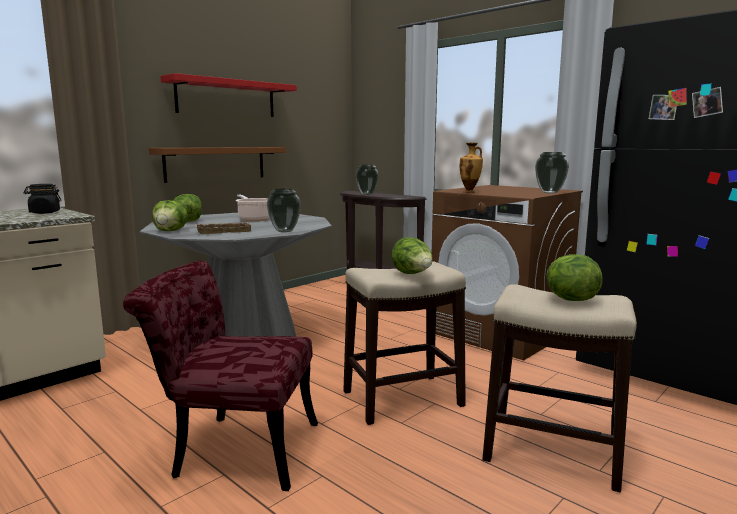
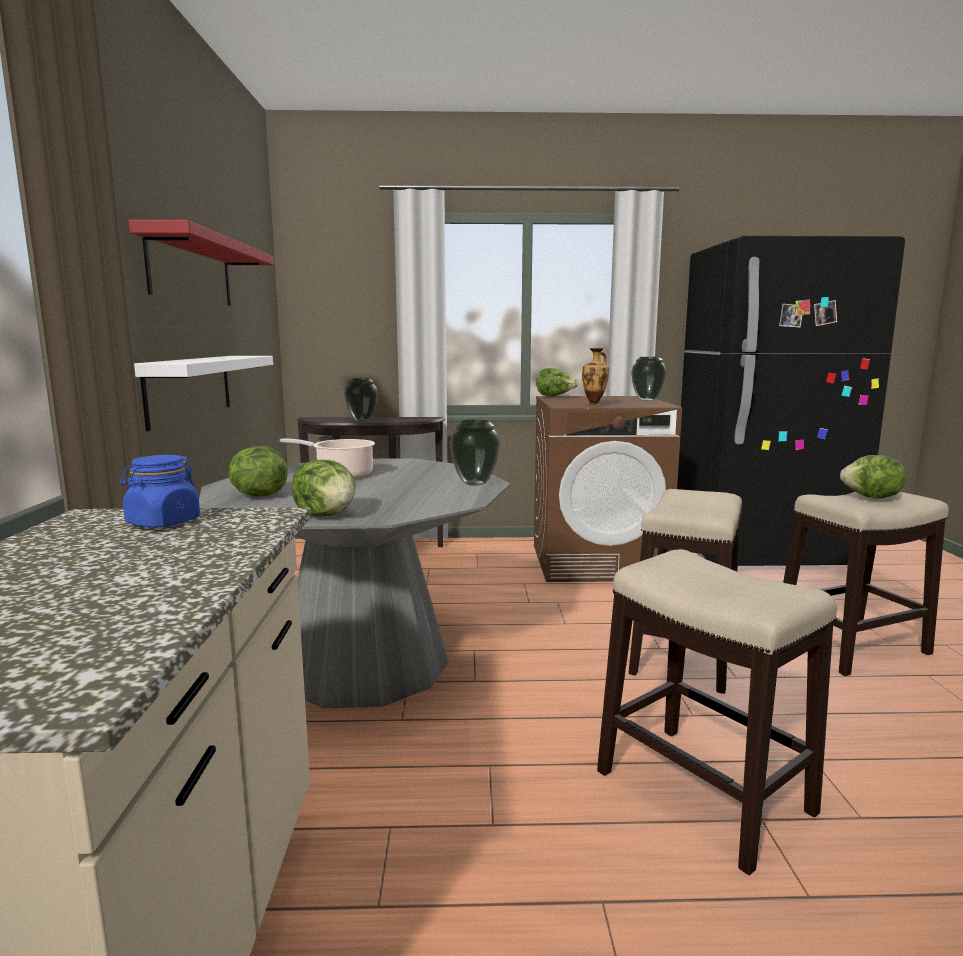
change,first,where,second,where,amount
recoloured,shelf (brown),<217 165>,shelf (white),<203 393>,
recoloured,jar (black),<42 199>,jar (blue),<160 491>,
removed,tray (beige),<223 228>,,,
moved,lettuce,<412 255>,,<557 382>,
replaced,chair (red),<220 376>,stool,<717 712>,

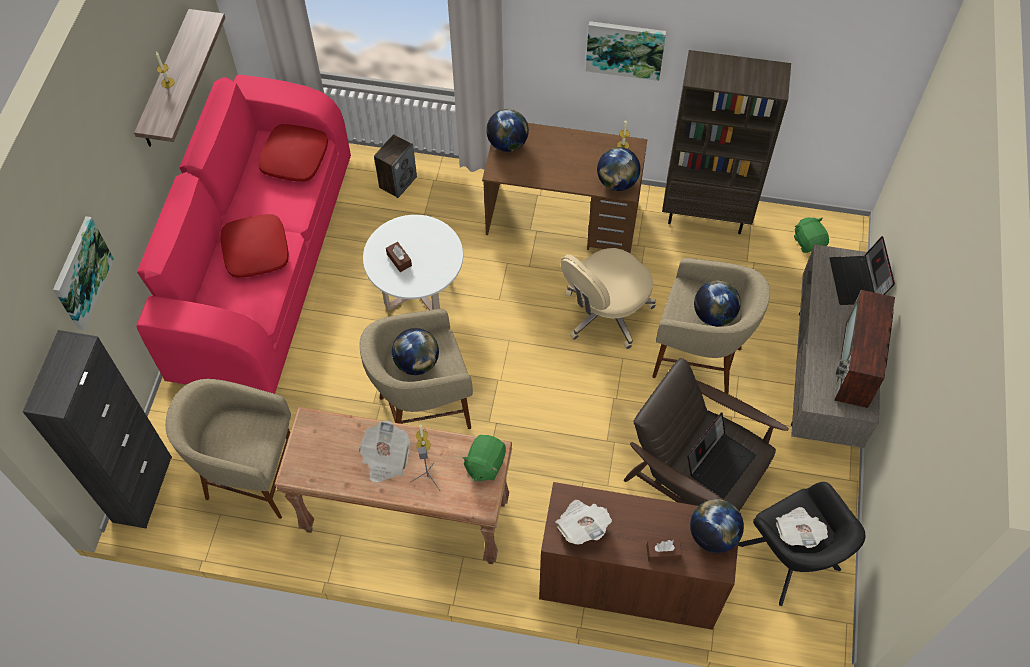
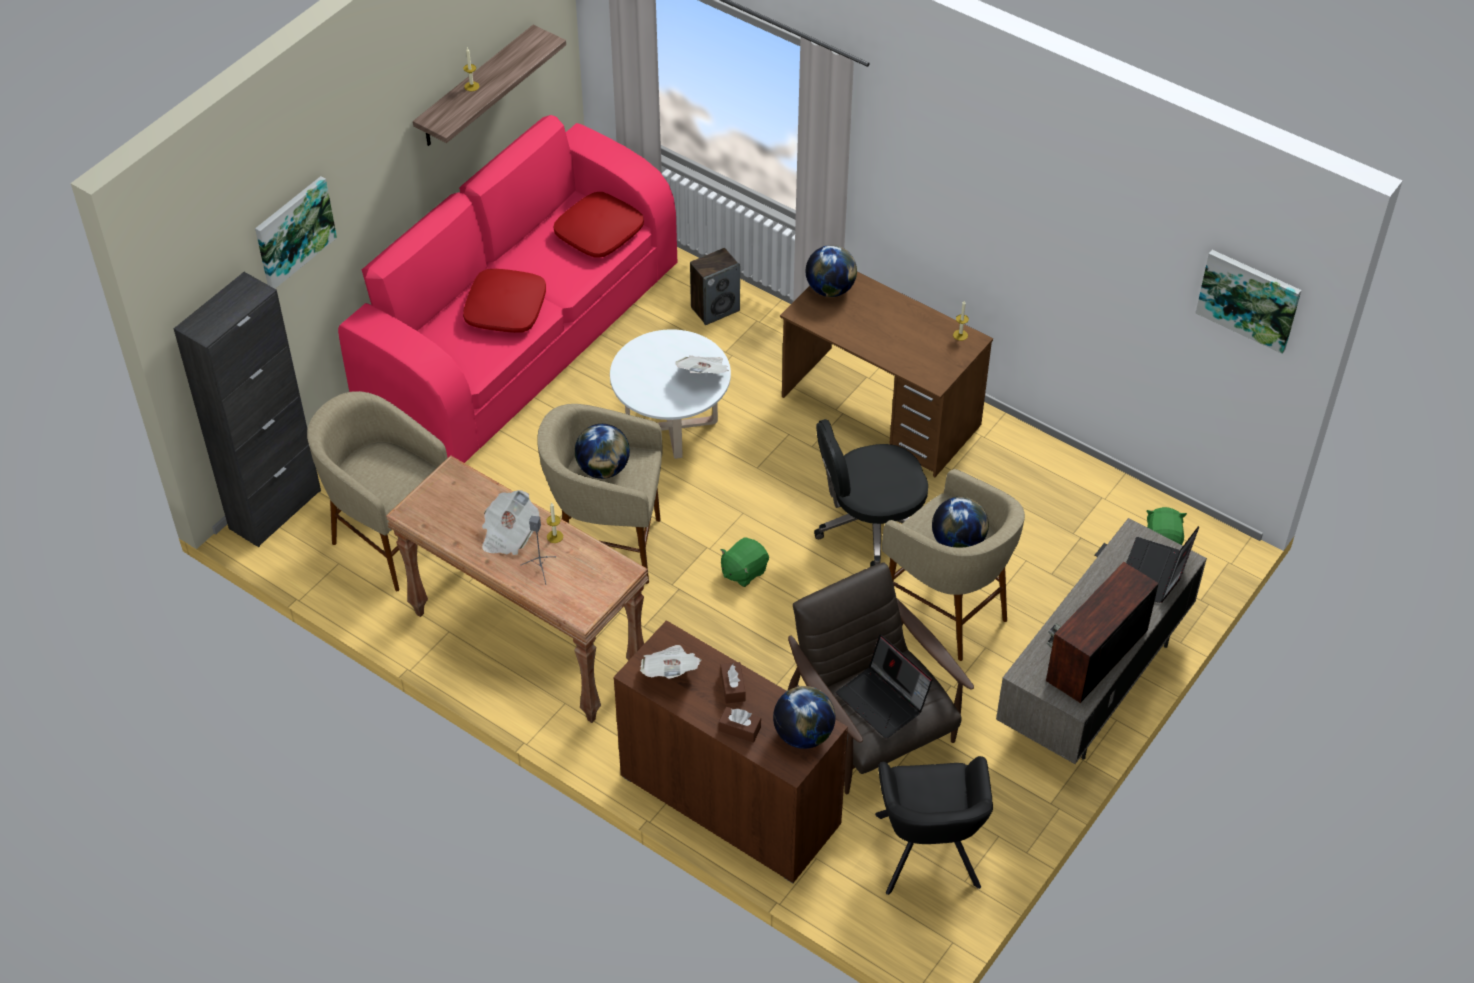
change,first,where,second,where,amount
moved,picture,<626 51>,,<1248 302>,
removed,bookcase (brown),<726 142>,,,
removed,globe,<618 169>,,,
moved,tissue box (brown),<399 257>,,<733 683>,
recoloured,office chair (beige),<608 298>,office chair (black),<871 493>,
turned,laptop,<721 456>,,<884 687>,75 degrees clockwise
moved,plush toy (green),<484 458>,,<744 562>,
moved,newspaper,<802 527>,,<702 364>,

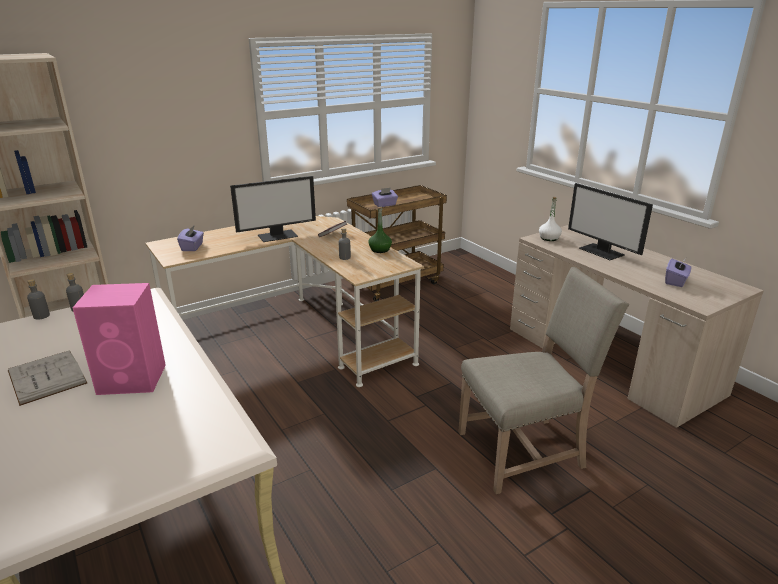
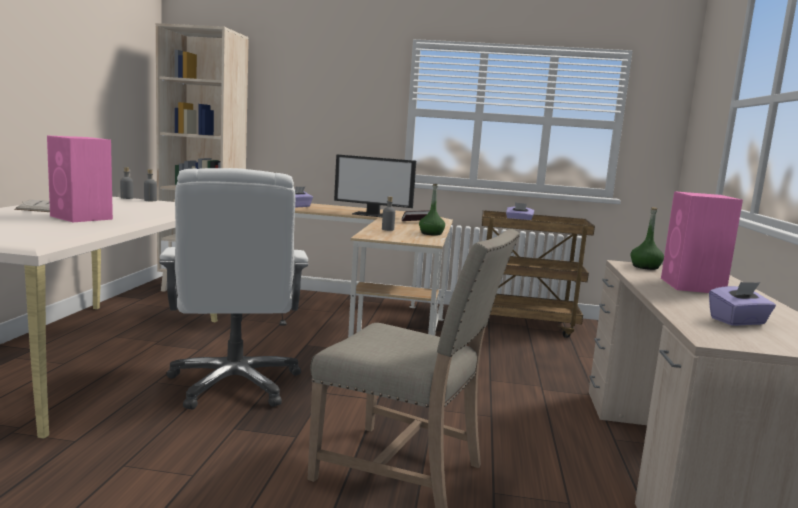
change,first,where,second,where,amount
replaced,monitor,<610 221>,speaker (pink),<702 242>,
recoloured,bottle (white),<550 219>,bottle (green),<647 238>,
added,,,office chair (white),<233 288>,

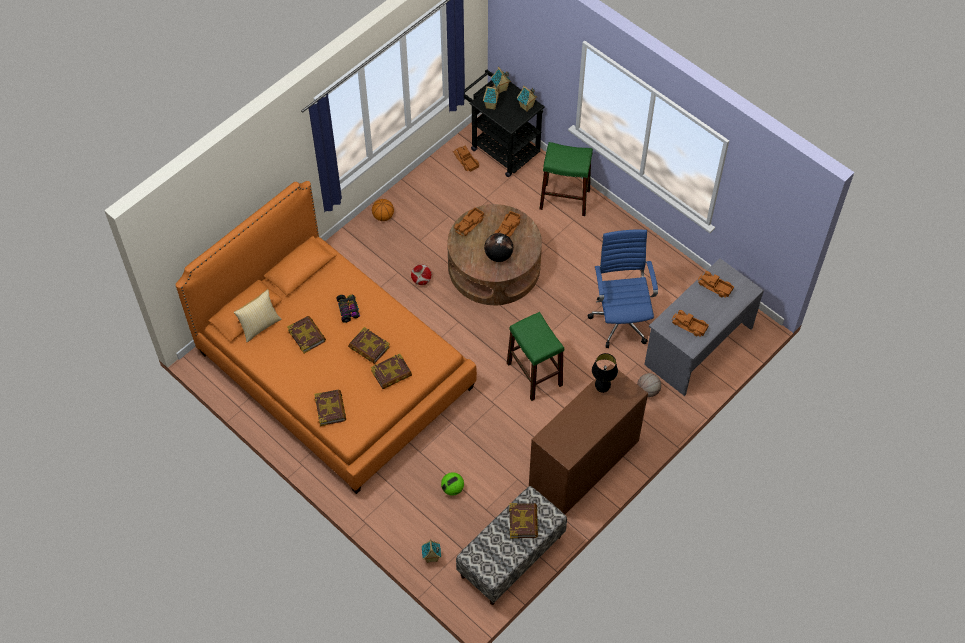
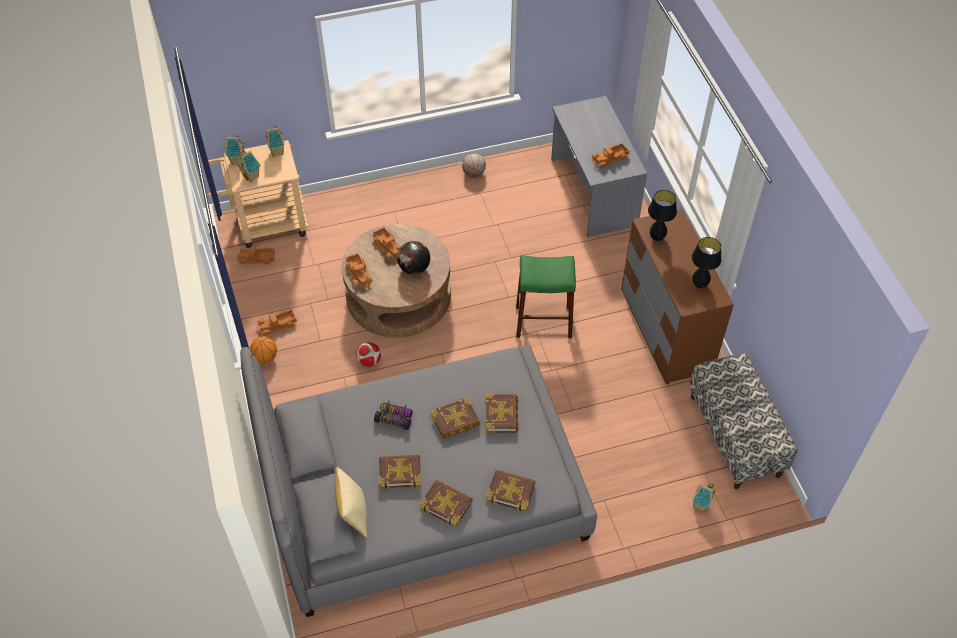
change,first,where,second,where,amount
recoloured,cart (black),<504 123>,cart (beige),<255 194>,
removed,stool (green),<566 179>,,,
recoloured,bed (orange),<326 337>,bed (grey),<418 481>,
removed,office chair (blue),<623 289>,,,
moved,toy truck,<716 284>,,<277 322>,
moved,basketball,<649 385>,,<474 165>,
removed,football,<452 484>,,,
moved,book,<523 520>,,<446 503>,
added,,,table lamp (black),<707 262>,

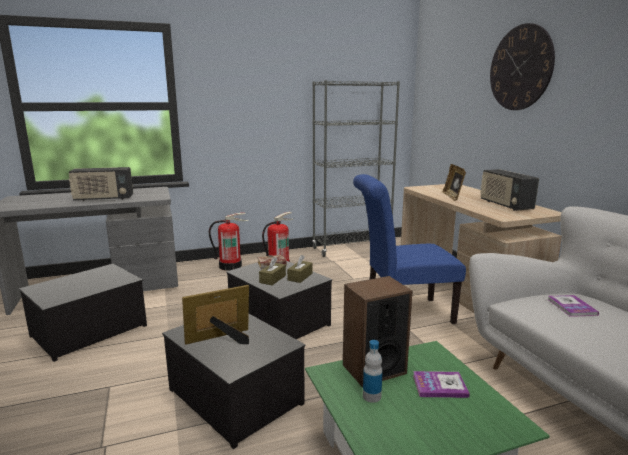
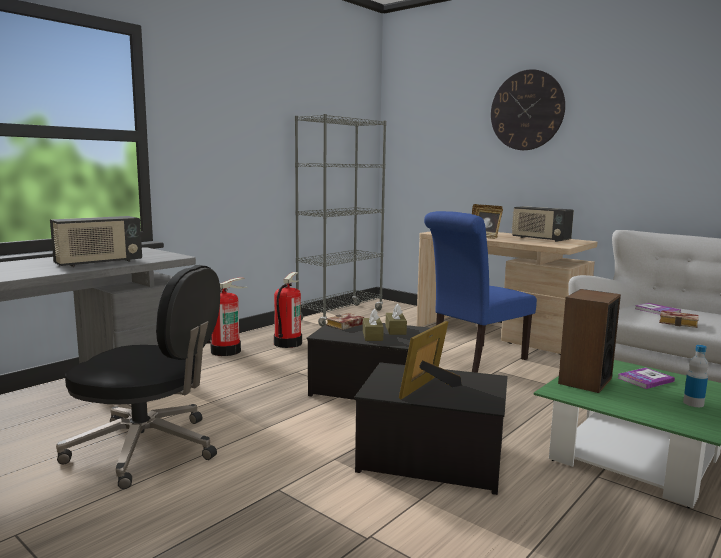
change,first,where,second,where,amount
replaced,storage box,<83 313>,office chair (black),<138 377>,
moved,bottle,<373 371>,,<695 376>,
added,,,book,<679 319>,

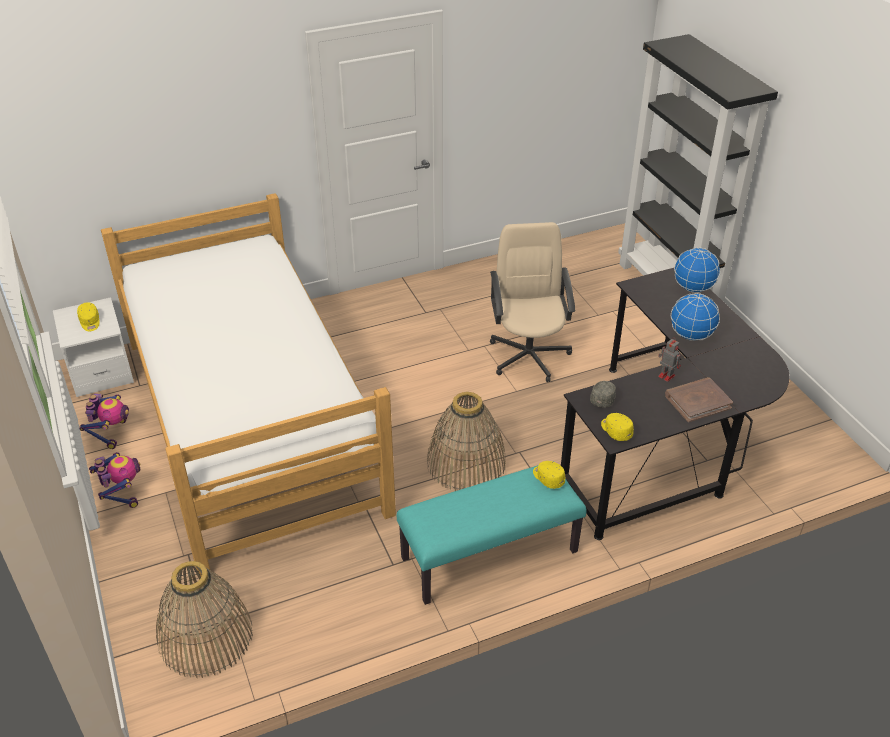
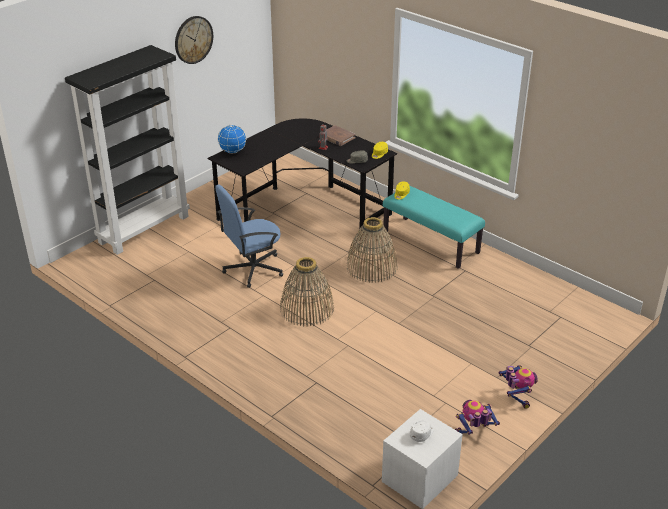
change,first,where,second,where,amount
removed,bed,<248 384>,,,
recoloured,office chair (beige),<533 302>,office chair (blue),<249 236>,
removed,globe,<695 317>,,,
recoloured,cap (yellow),<88 316>,cap (white),<422 431>,
turned,toy robot,<114 480>,,<518 387>,135 degrees clockwise
moved,basket,<204 619>,,<307 292>,
added,,,wall clock,<194 40>,

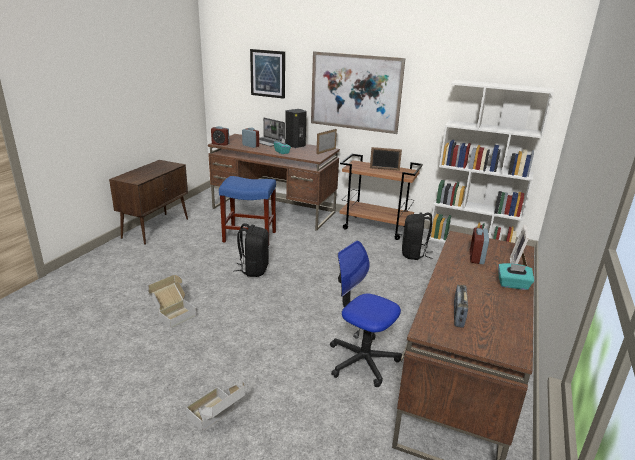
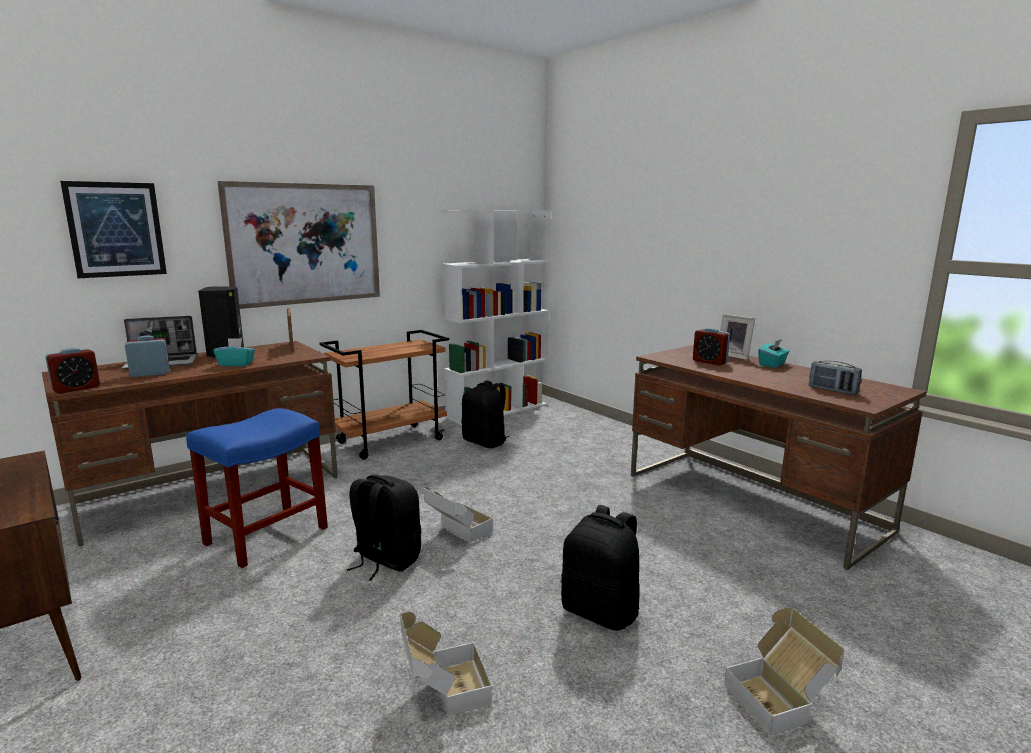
change,first,where,second,where,amount
removed,picture frame,<386 159>,,,
removed,office chair,<366 313>,,,
added,,,cardboard box,<458 514>,
added,,,backpack (black),<600 568>,

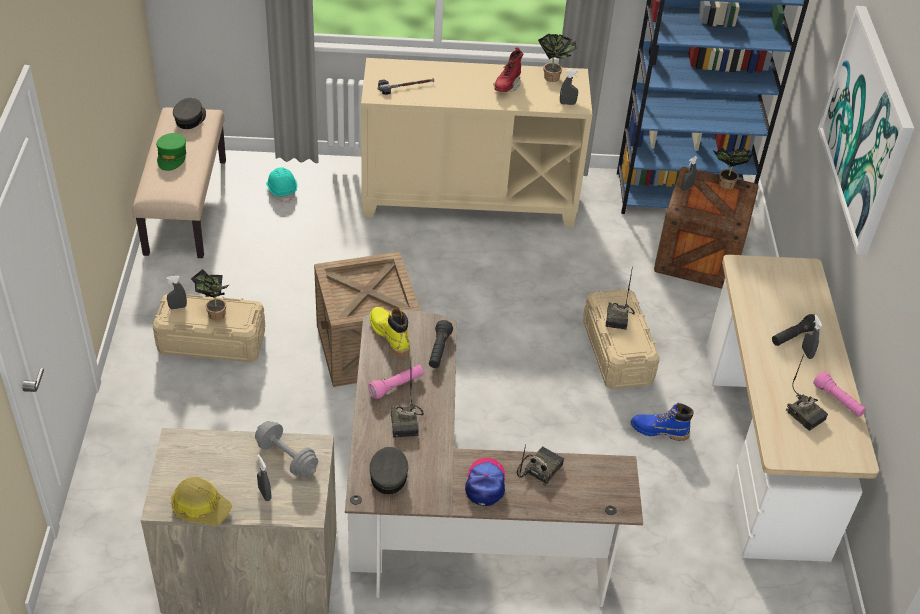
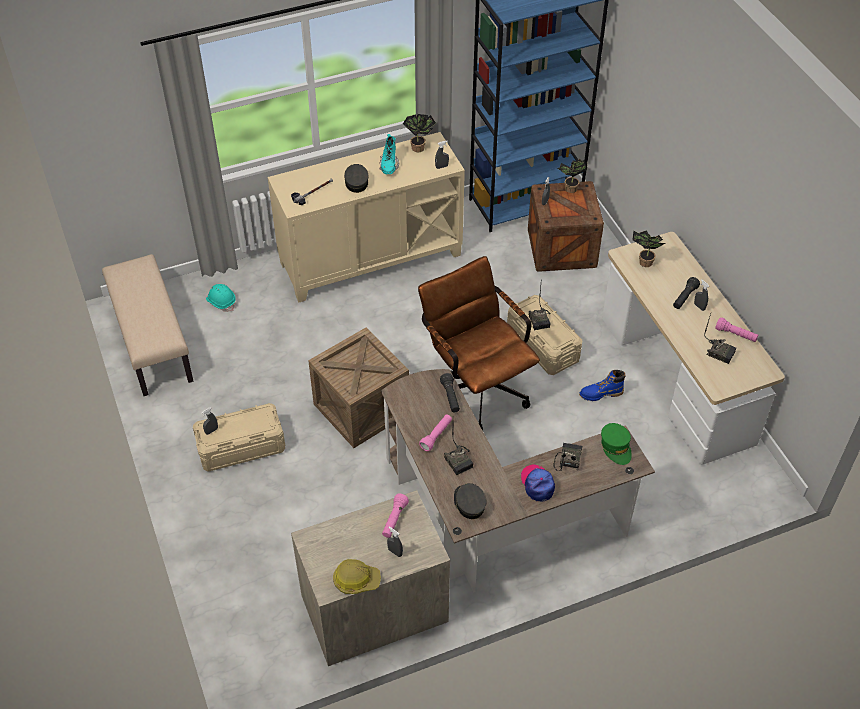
change,first,where,second,where,amount
removed,picture,<866 130>,,,
recoloured,boot (red),<508 69>,boot (turquoise),<389 154>,
moved,cap (grey),<189 113>,,<356 178>,
moved,cap (green),<171 152>,,<616 444>,
moved,potted plant,<210 295>,,<648 248>,
removed,boot (yellow),<390 332>,,,
replaced,dumbbell (grey),<286 449>,flashlight (pink),<395 515>,
added,,,office chair (brown),<479 343>,

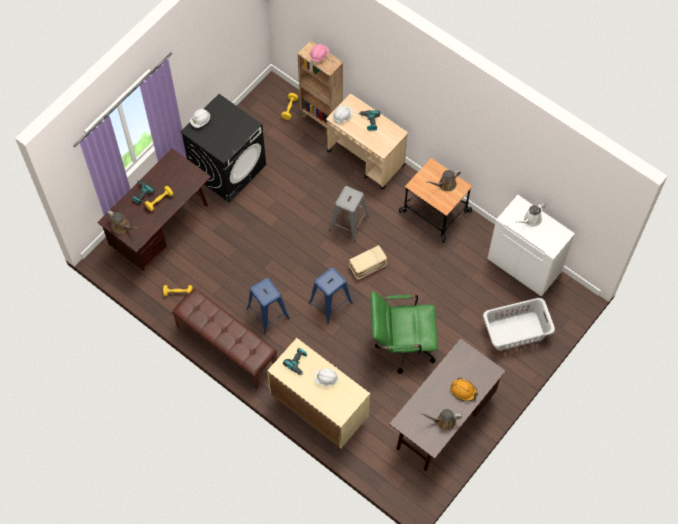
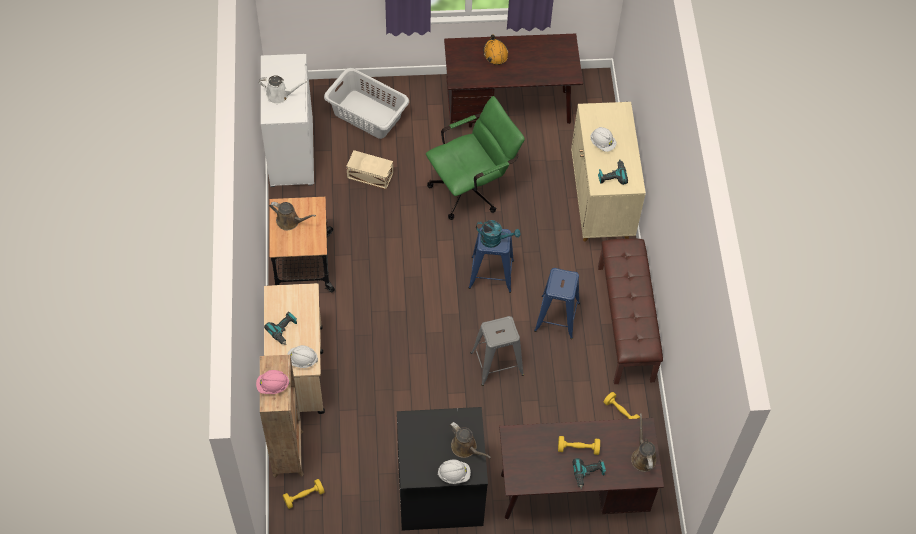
change,first,where,second,where,amount
moved,stool (grey),<349 213>,,<497 351>,
moved,storage box (beige),<368 262>,,<369 169>,
turned,office chair (green),<404 332>,,<475 158>,75 degrees counterclockwise
moved,watering can (brown),<441 420>,,<470 440>,
added,,,watering can (turquoise),<498 234>,

